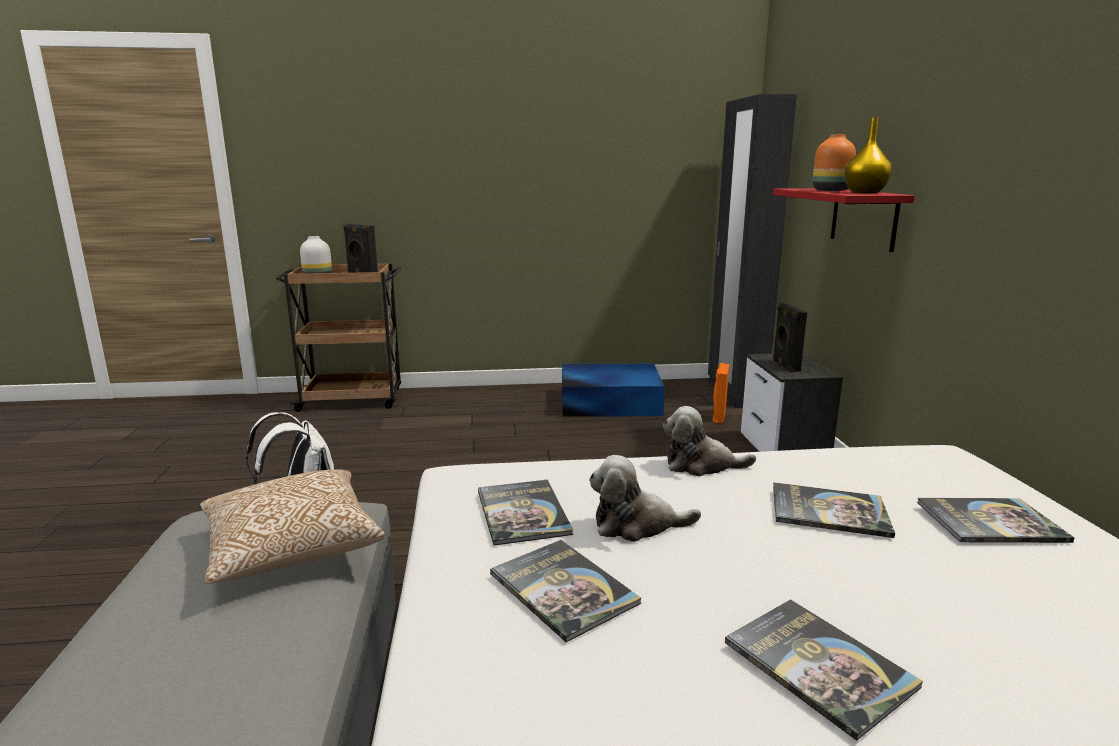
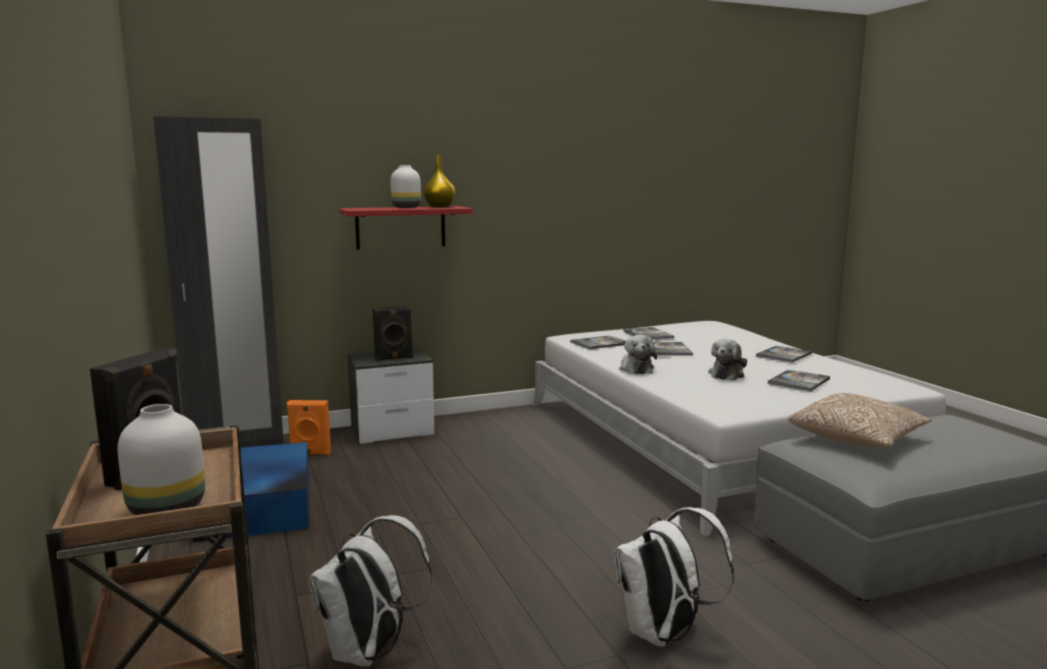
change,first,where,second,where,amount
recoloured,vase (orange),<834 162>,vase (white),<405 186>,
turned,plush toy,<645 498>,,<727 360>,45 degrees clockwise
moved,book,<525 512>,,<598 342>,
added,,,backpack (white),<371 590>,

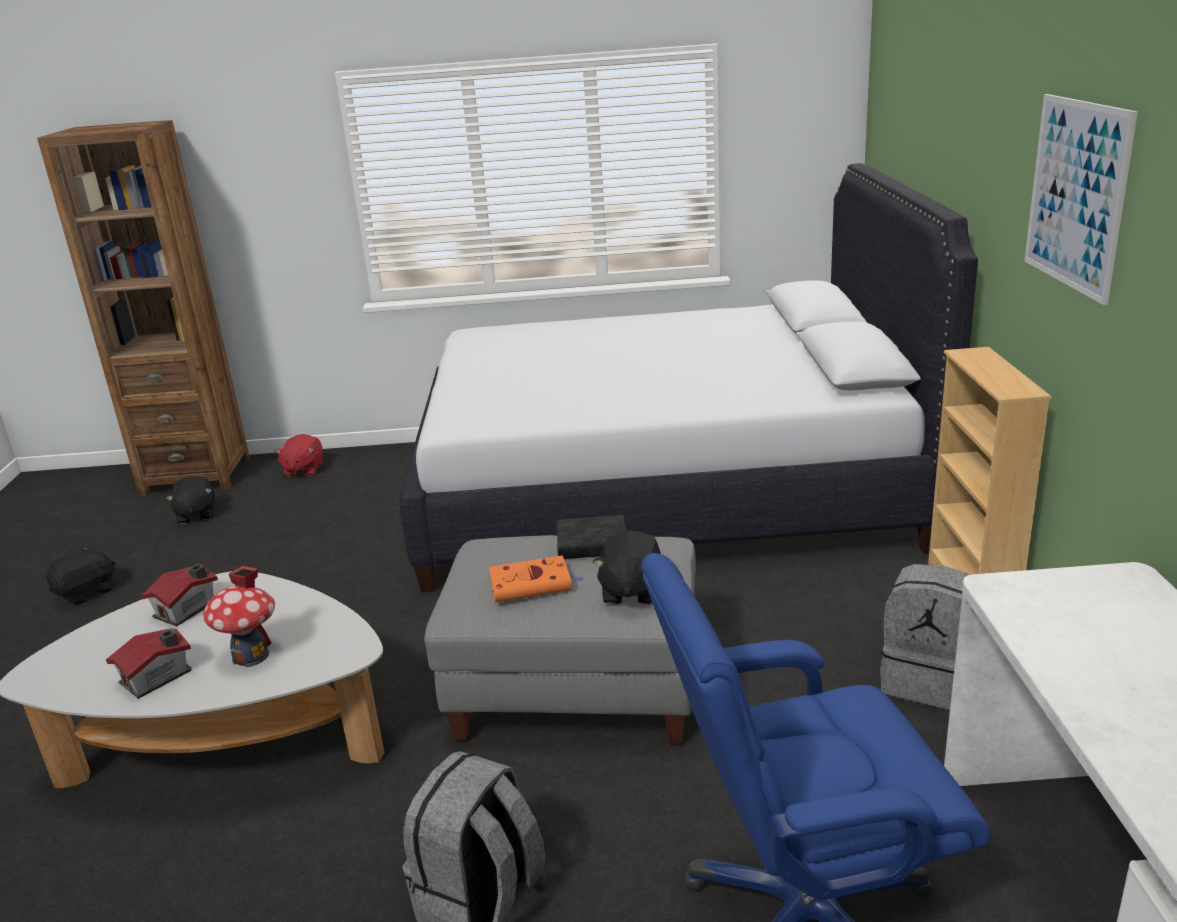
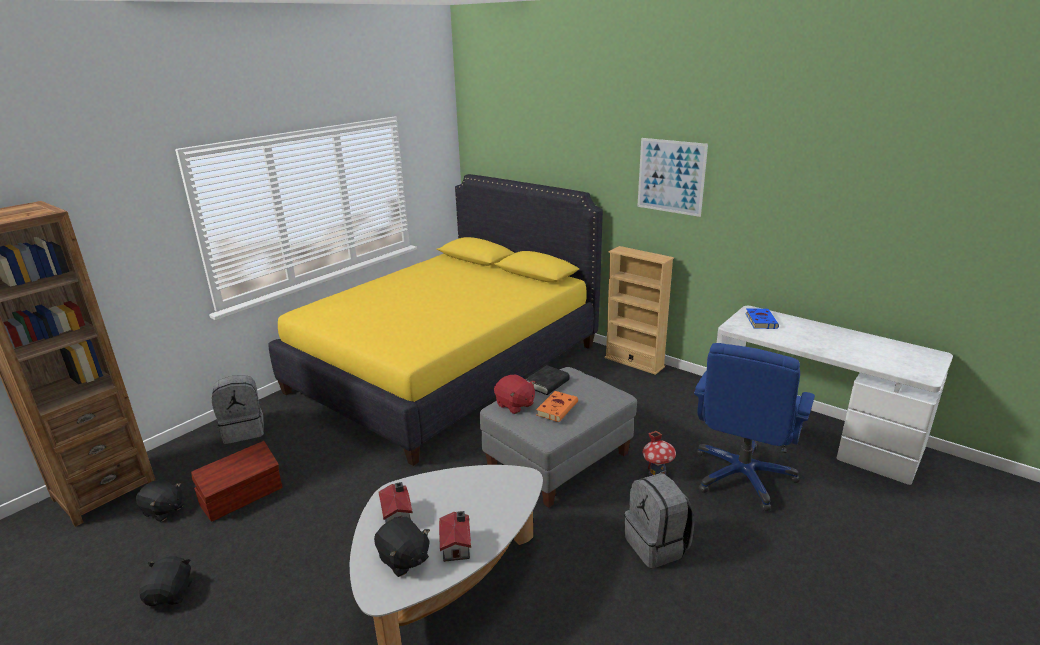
change,first,where,second,where,amount
recoloured,bed (white),<688 377>,bed (yellow),<435 320>,
moved,plush toy (red),<299 455>,,<514 394>,
moved,plush toy (black),<627 567>,,<402 547>,
moved,backpack (grey),<925 637>,,<238 409>,
moved,toy house,<239 616>,,<659 453>,
added,,,book (blue),<762 318>,
added,,,storage box (brown),<236 481>,

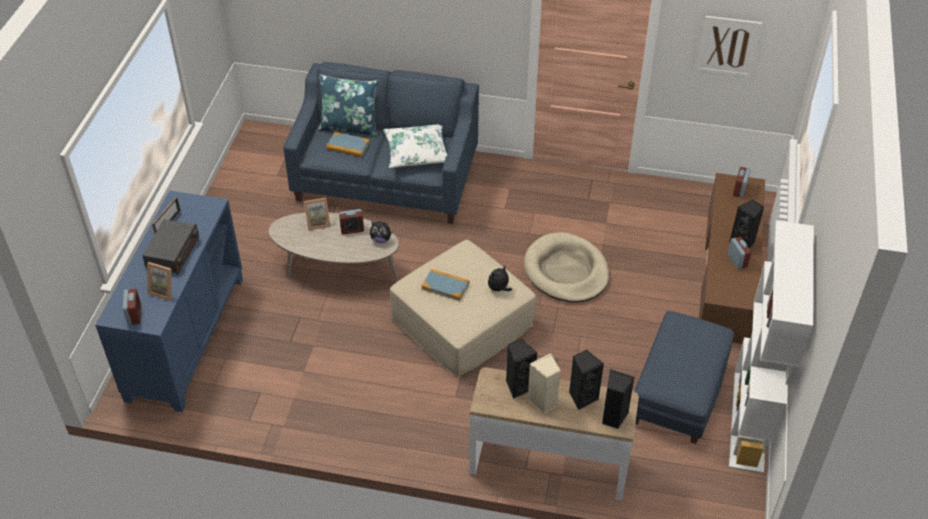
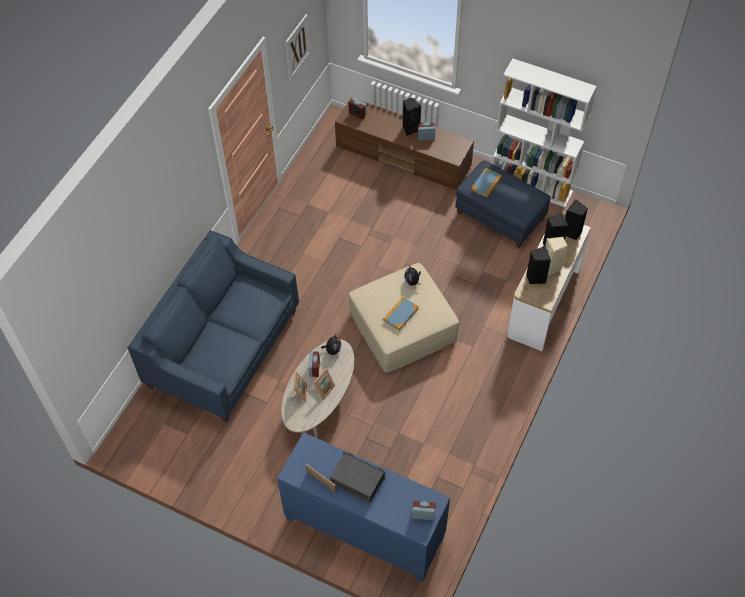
change,first,where,second,where,amount
removed,pillow (blue),<348 105>,,,
removed,pillow (white),<415 146>,,,
moved,book,<348 144>,,<486 183>,
removed,dog bed (beige),<566 267>,,,
moved,picture frame,<159 281>,,<322 384>,

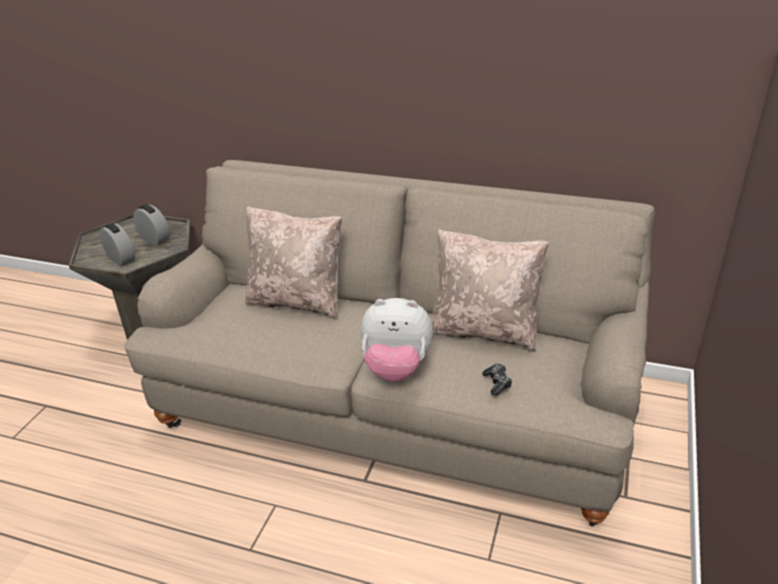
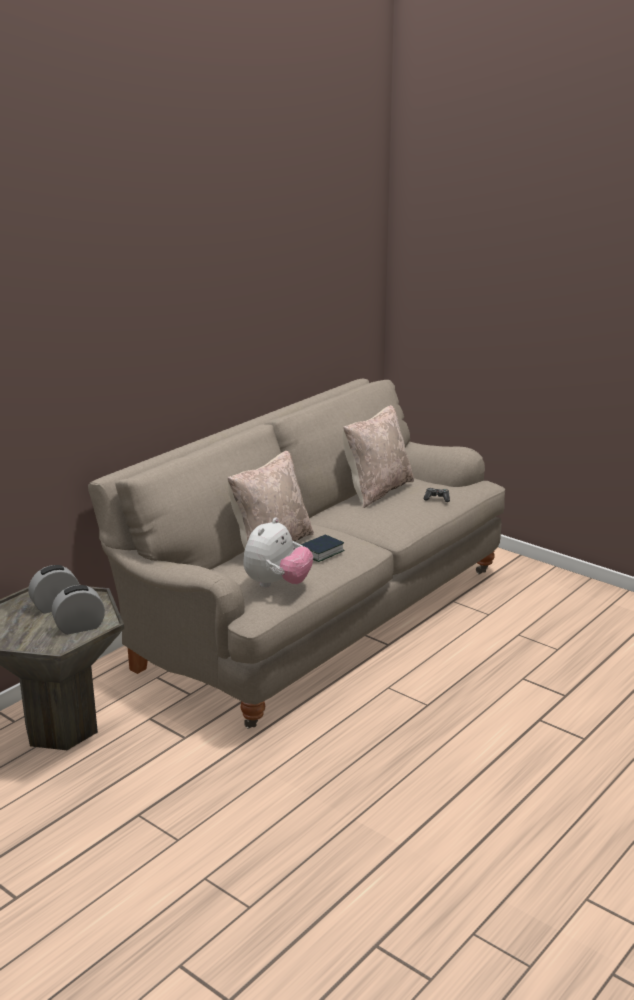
change,first,where,second,where,amount
moved,plush toy,<397 340>,,<278 553>,
added,,,book,<323 548>,

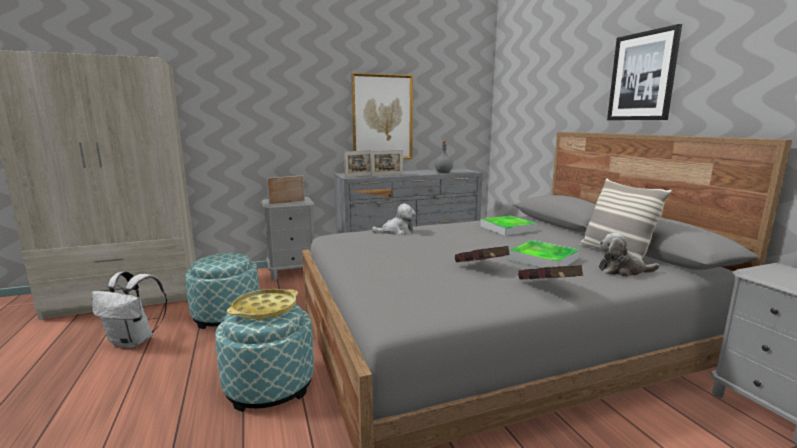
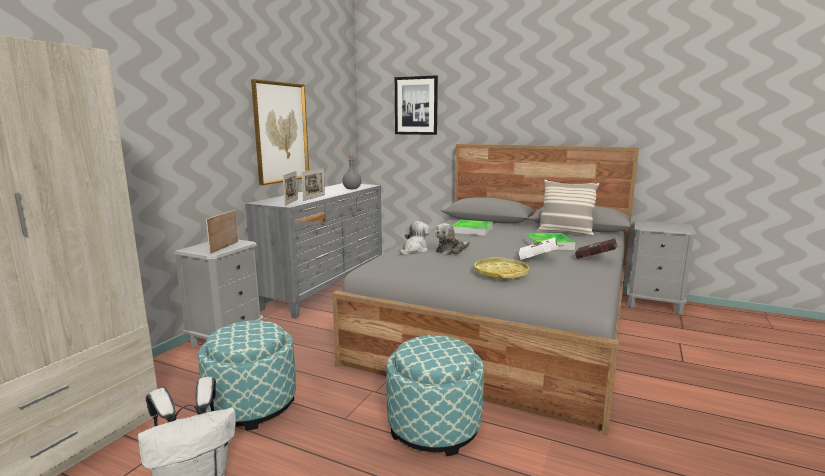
change,first,where,second,where,amount
moved,picture,<644 72>,,<416 105>,
moved,plush toy,<629 255>,,<452 239>,
recoloured,book (red),<482 254>,book (white),<541 248>,
moved,tray (yellow),<262 305>,,<501 268>,

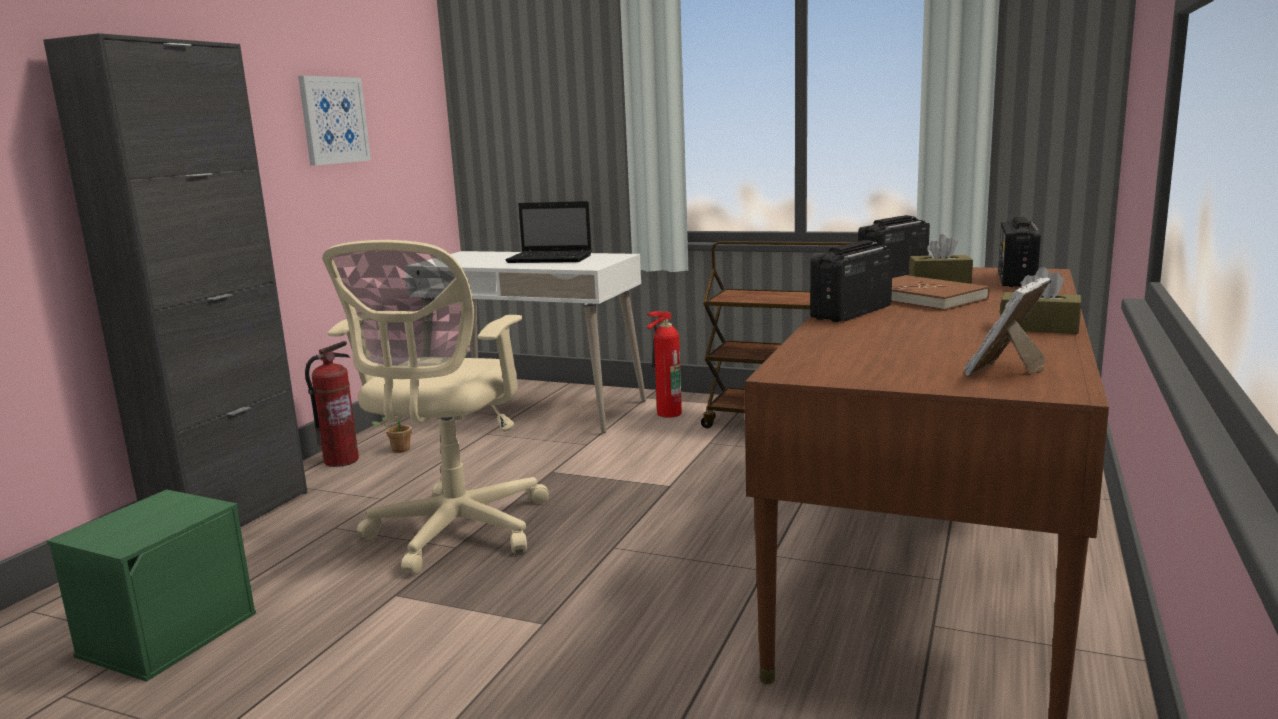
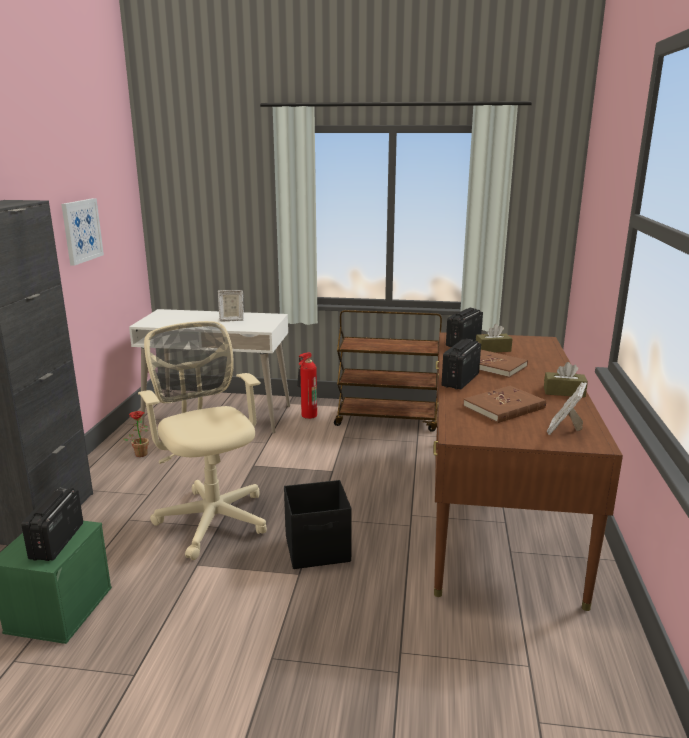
change,first,where,second,where,amount
replaced,laptop,<548 232>,picture frame,<231 306>,
moved,radio,<1019 252>,,<52 524>,
turned,office chair (beige),<435 407>,,<202 440>,150 degrees clockwise
removed,fire extinguisher,<332 404>,,,
added,,,book (brown),<504 404>,
added,,,storage box (black),<318 524>,

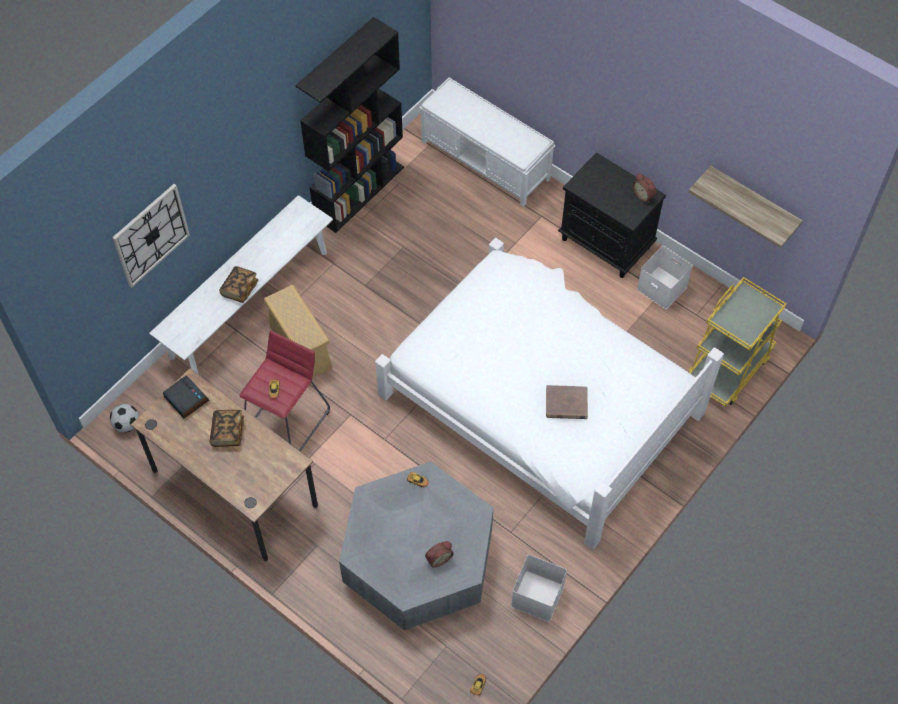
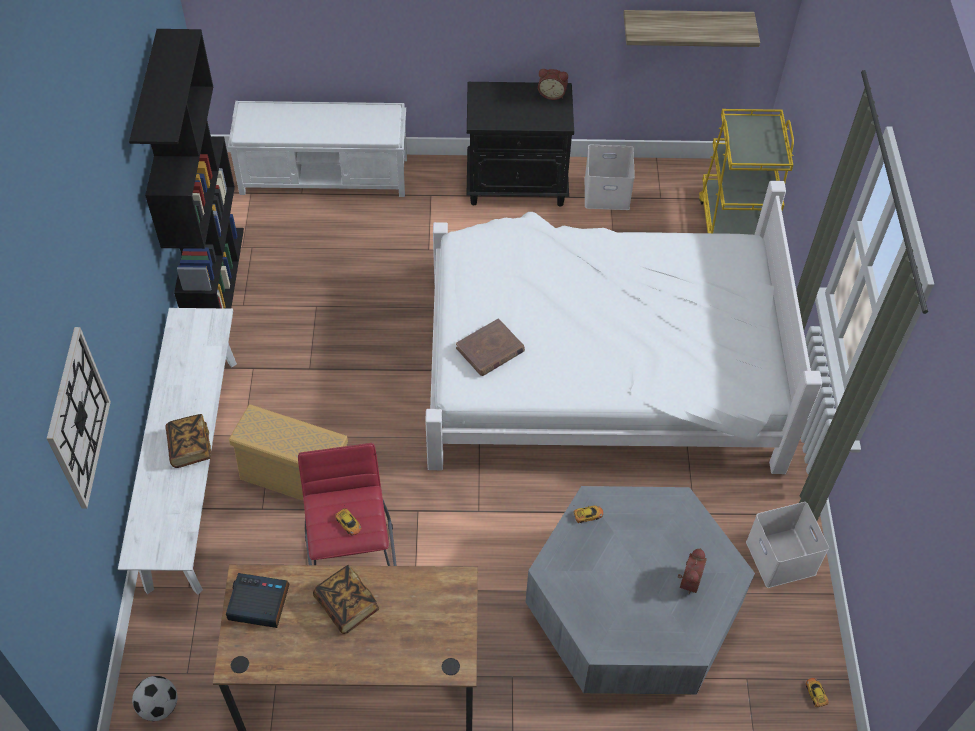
change,first,where,second,where,amount
moved,book (brown),<567 402>,,<490 347>,

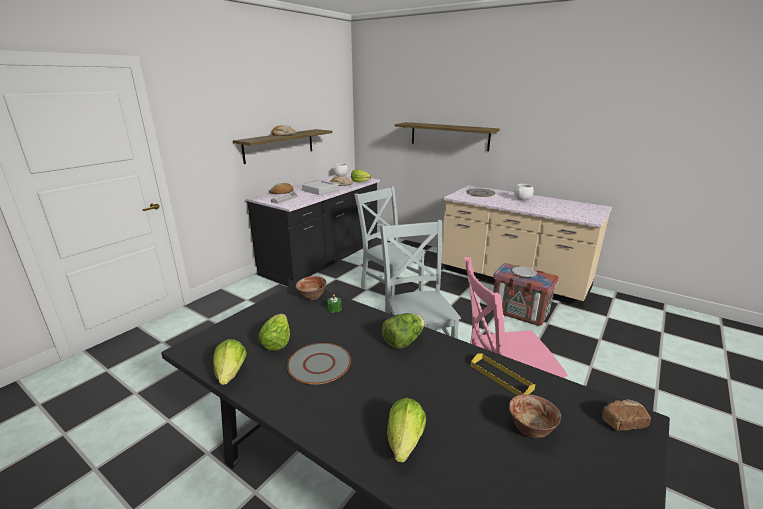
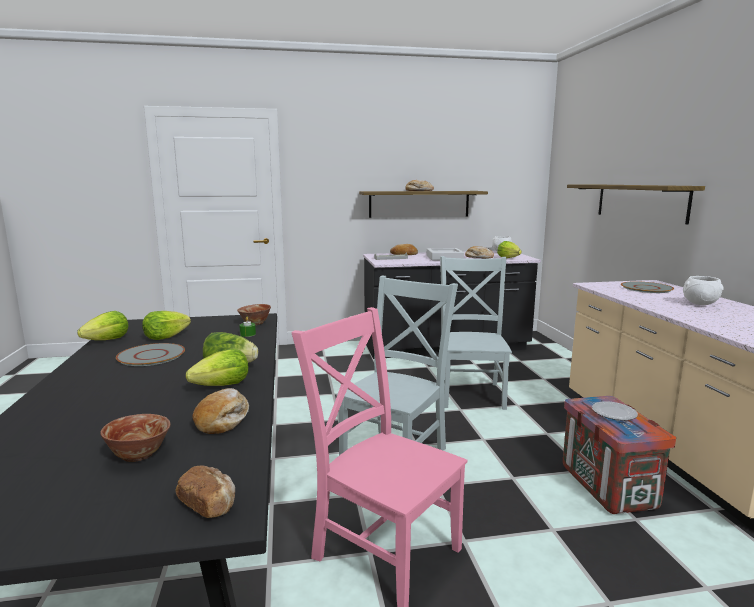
change,first,where,second,where,amount
replaced,tray (yellow),<503 374>,bread,<220 411>,
moved,lettuce,<406 430>,,<217 367>,

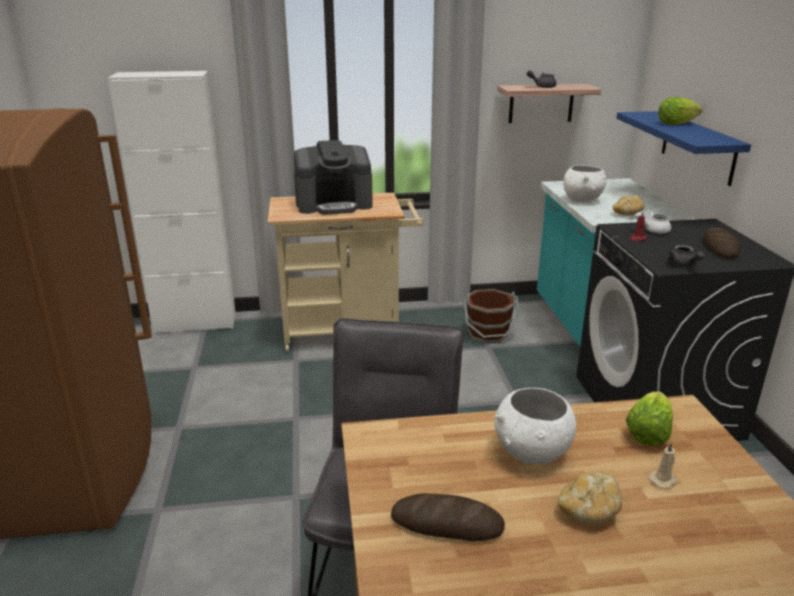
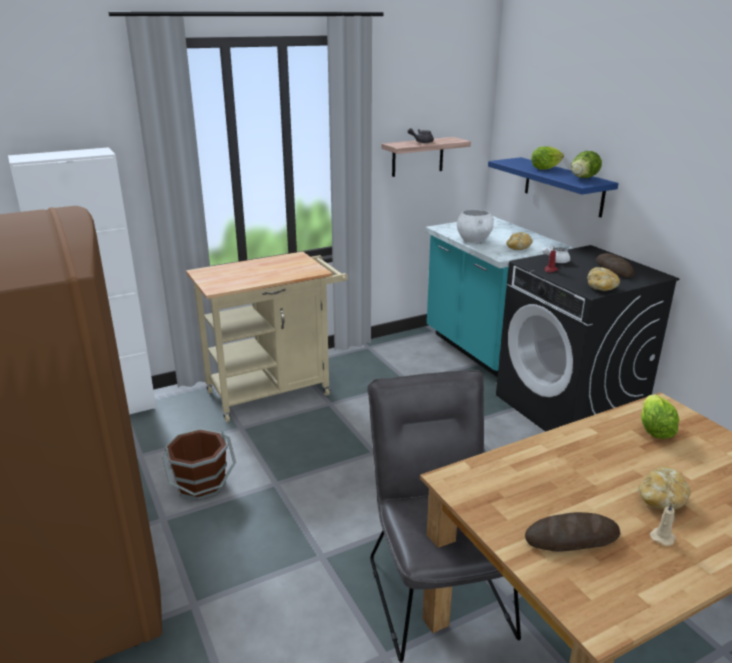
change,first,where,second,where,amount
removed,coffee machine,<333 177>,,,
replaced,teapot (grey),<686 256>,bread,<603 279>,
moved,bucket (brown),<491 316>,,<199 464>,
removed,bowl (white),<535 426>,,,
moved,candle (beige),<663 465>,,<663 524>,
added,,,lettuce,<586 164>,

